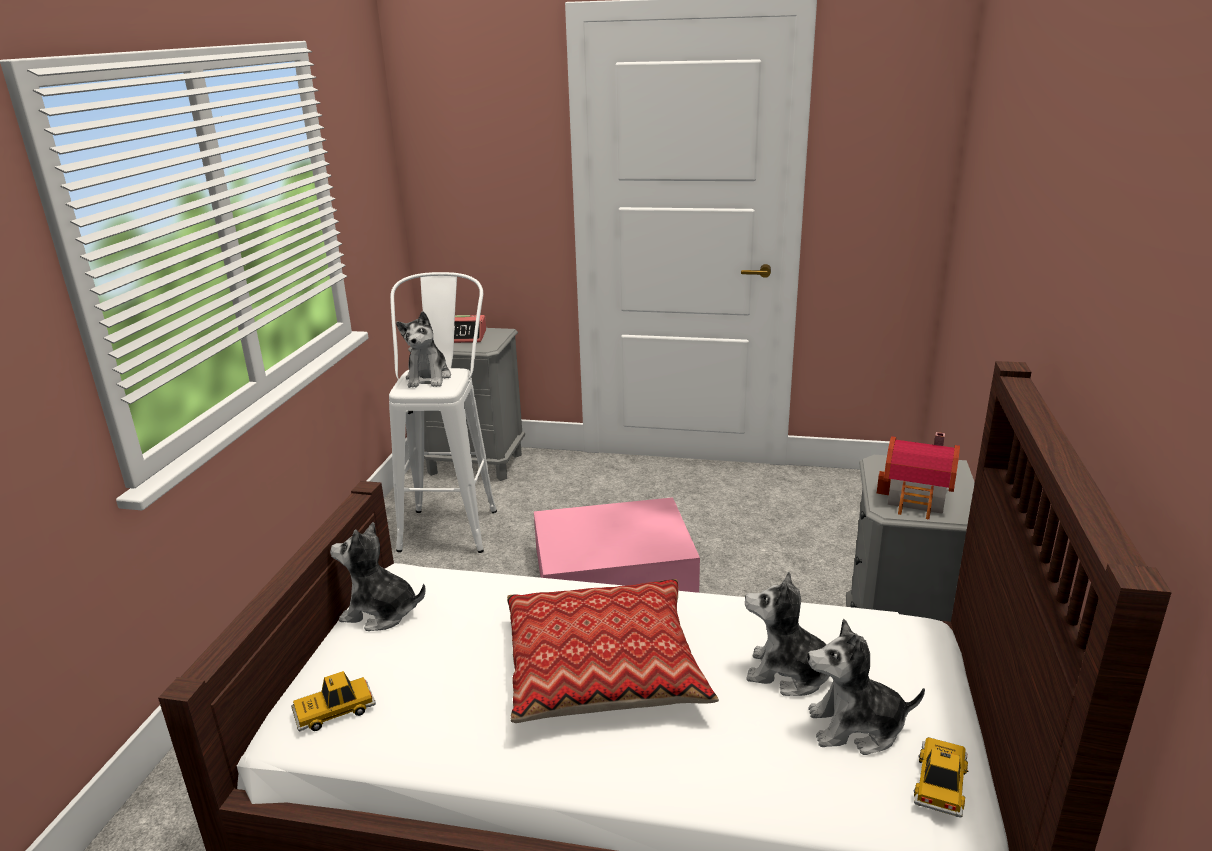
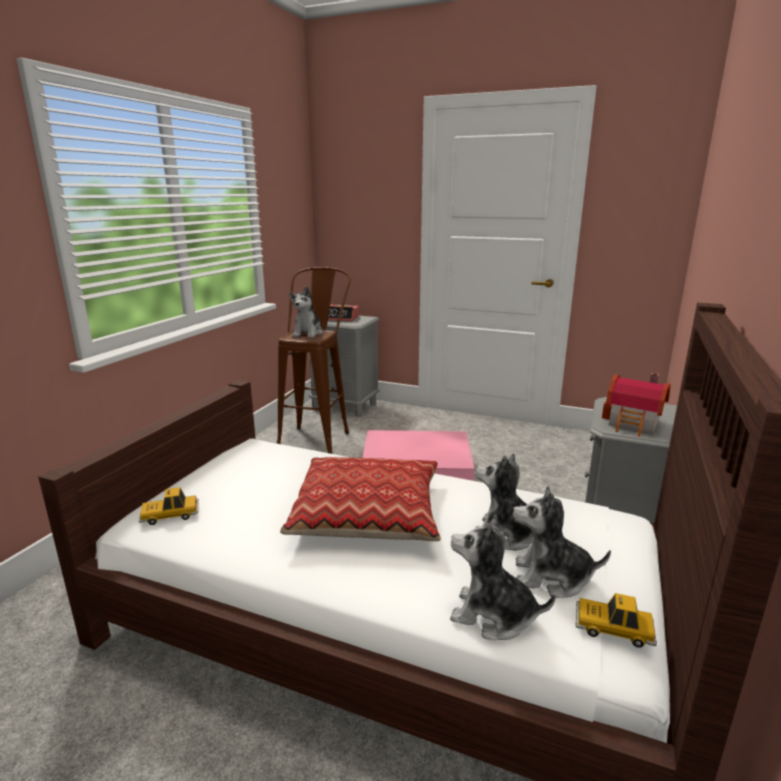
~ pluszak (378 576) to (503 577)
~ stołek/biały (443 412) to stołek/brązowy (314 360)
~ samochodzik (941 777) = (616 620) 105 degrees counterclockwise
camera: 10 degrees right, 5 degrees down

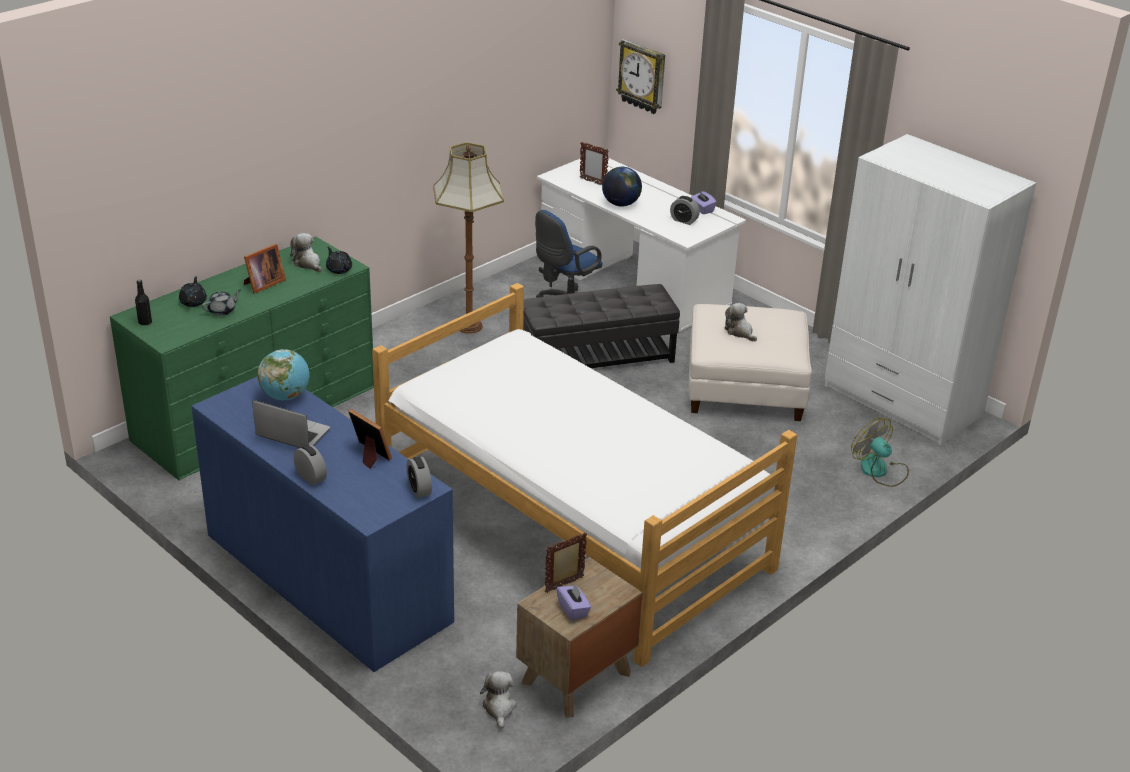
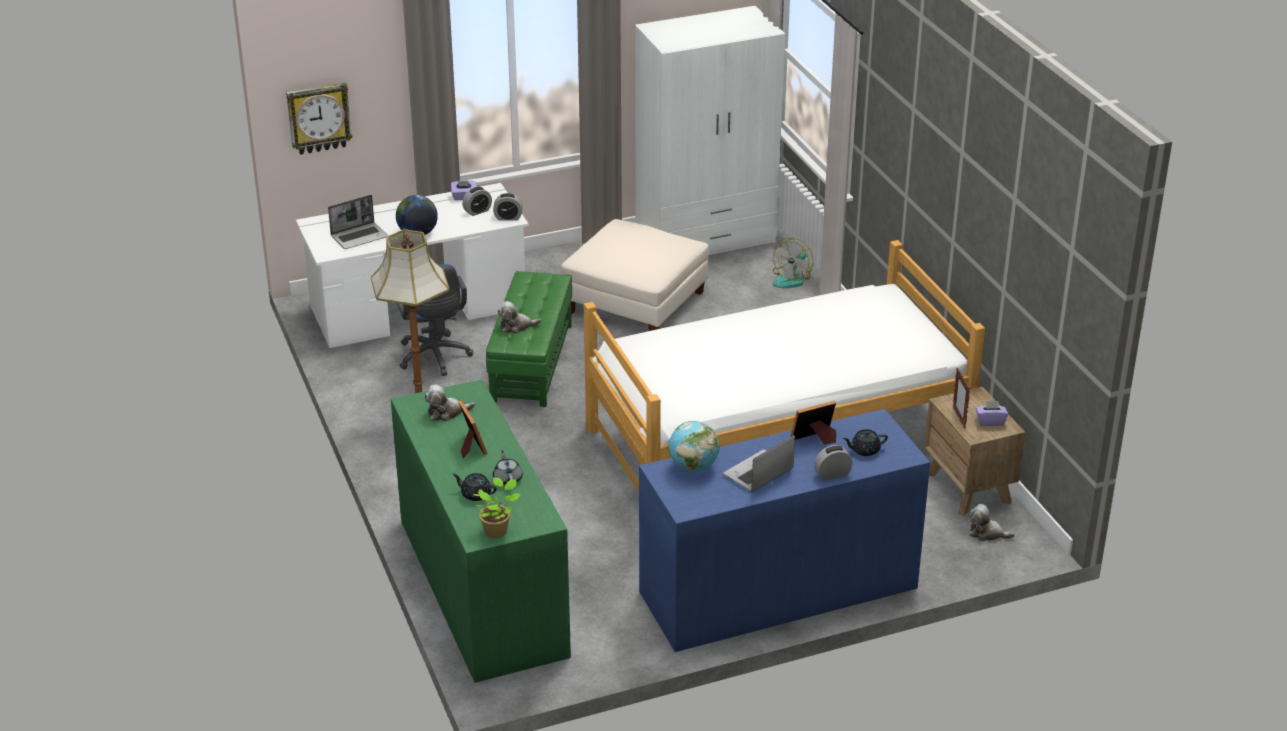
~ imbryk/czarny (339 260) to (865 442)
~ budzik (419 477) to (508 207)
~ pluszak (740 322) to (519 317)
~ butelka/czarny (143 302) to roślina doniczkowa (497 508)
~ ramka na zdjęcie (594 163) to laptop (358 222)
~ pufa/czarny (601 326) to pufa/zielony (529 339)
~ wentylator (880 452) = (793 263) 45 degrees counterclockwise
camera: 65 degrees left, 0 degrees up

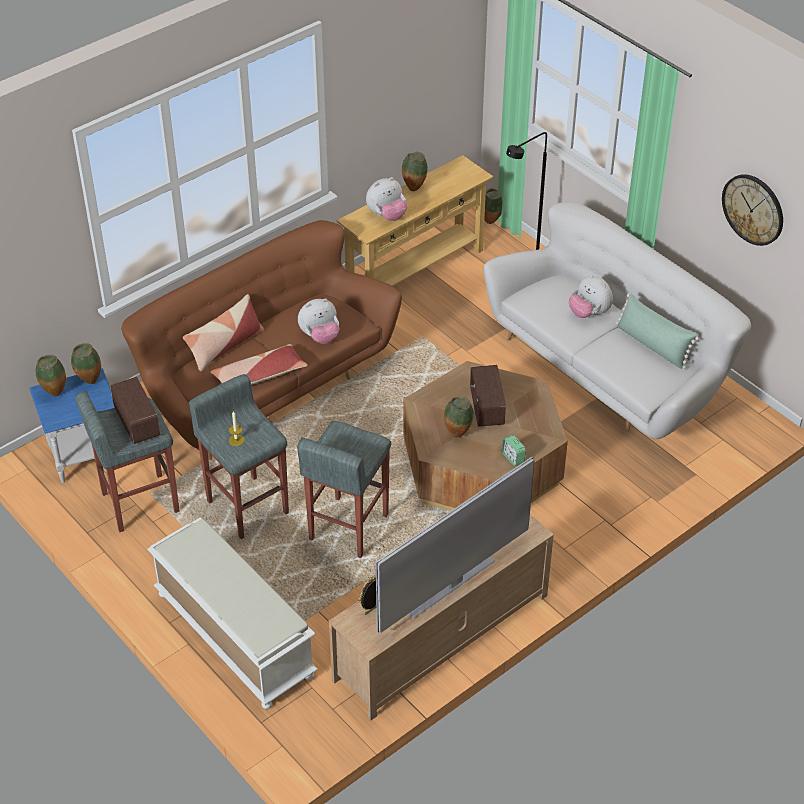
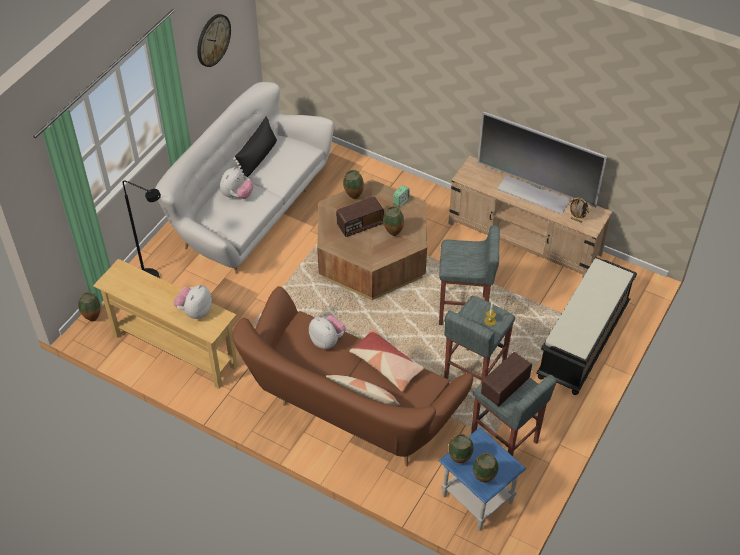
~ wazon (415 171) to (353 184)
~ ławka/biały (232 613) to ławka/czarny (586 326)
~ poduszka/zielony (657 331) to poduszka/czarny (255 146)
~ pluszak (386 199) = (193 302) 105 degrees counterclockwise
camera: 110 degrees left, 5 degrees up

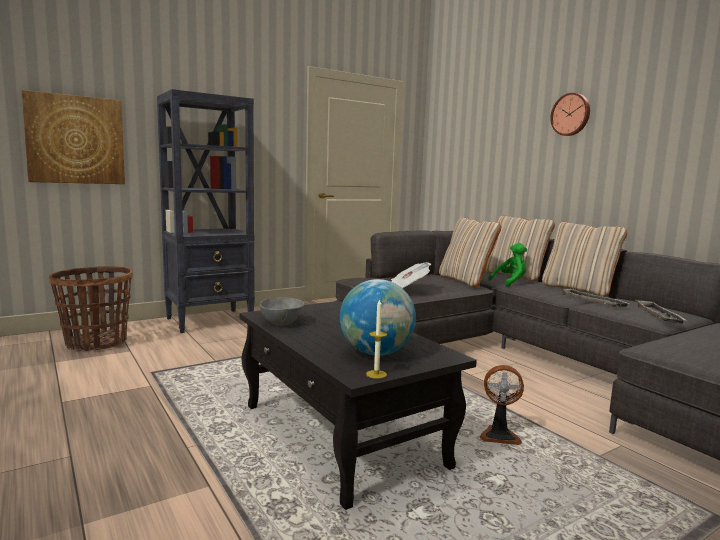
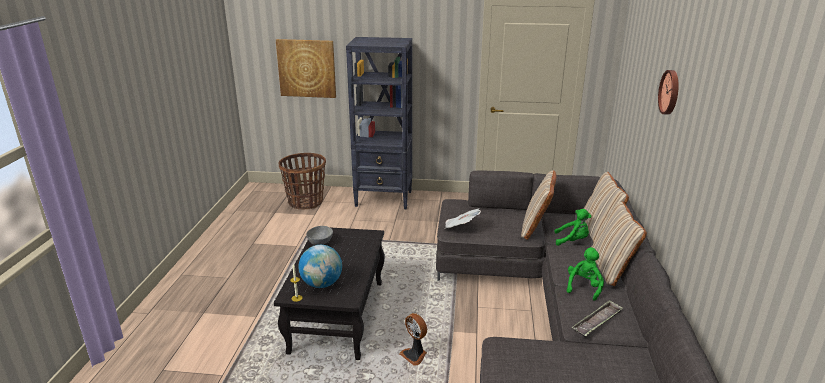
~ taca (595 298) to pluszak/zielony (585 274)
camera: 40 degrees right, 15 degrees up

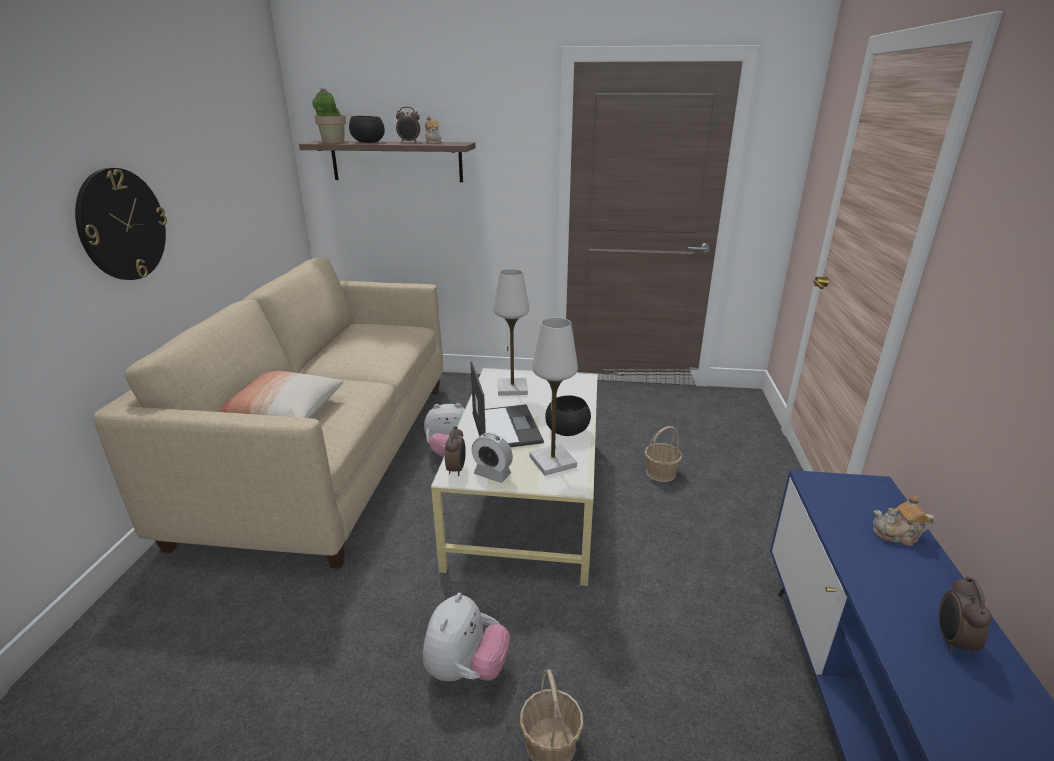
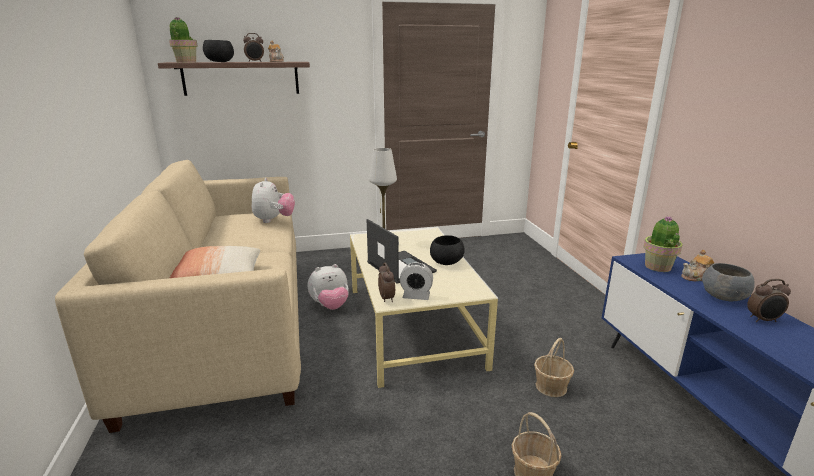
- zegar ścienny (121 224)
- lampa stołowa/biały (553 397)
+ roślina doniczkowa (663 244)
+ miska/szary (728 282)
~ pluszak (466 637) to (273 200)
~ koszyk (663 454) to (554 367)
~ budzik (965 615) = (769 300) 90 degrees counterclockwise
camera: 20 degrees left, 5 degrees down

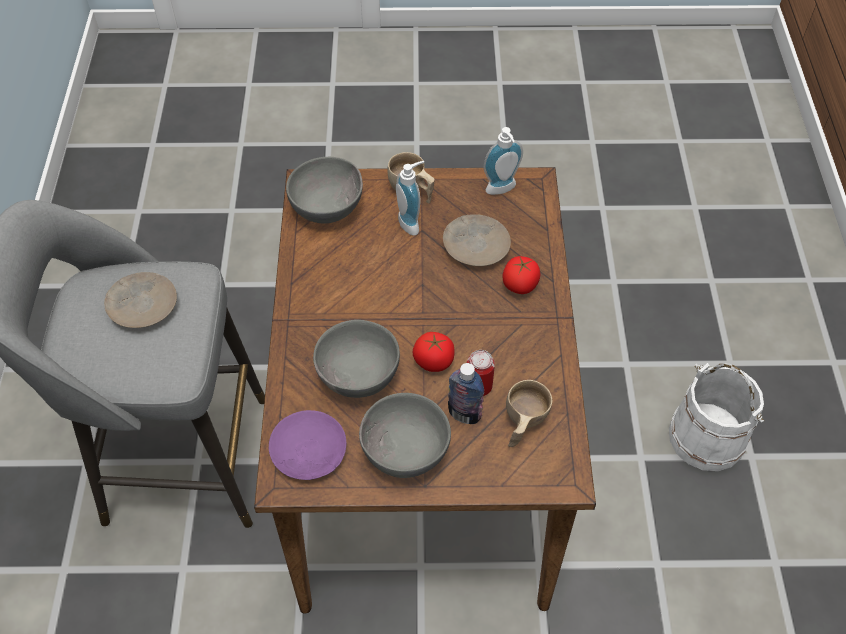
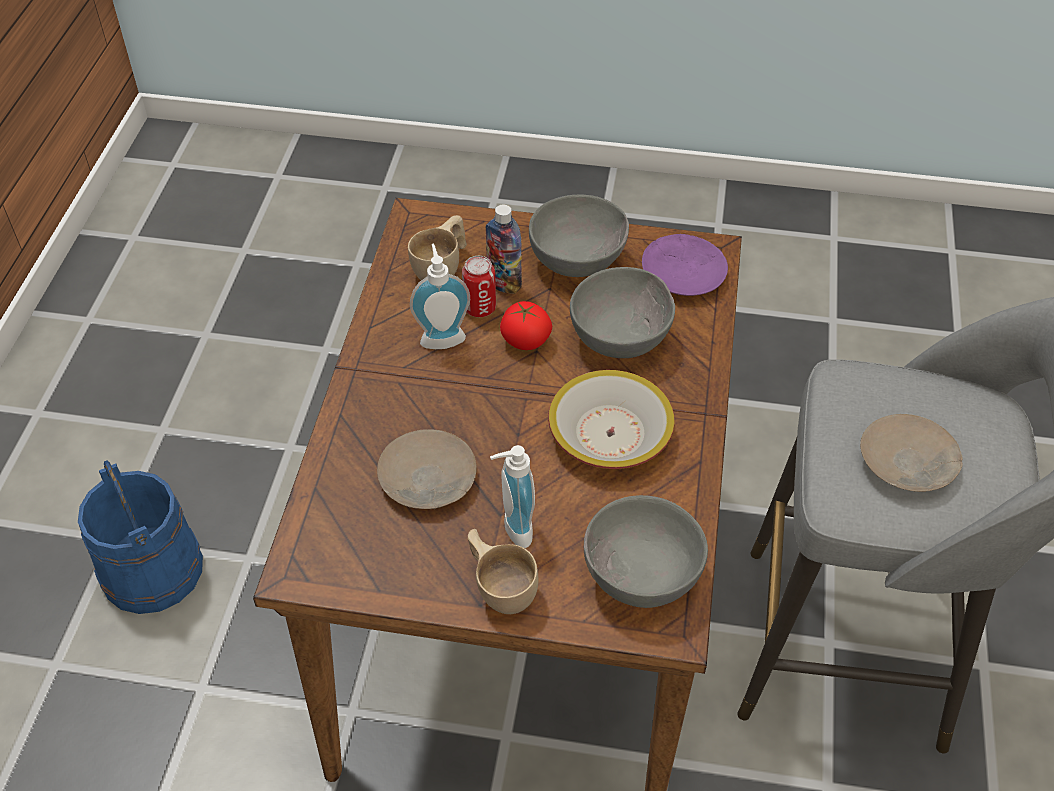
- pomidor (521 275)
+ miska (611 419)
~ dozownik mydła (503 161) to (440 296)
~ wiadro/biały (716 417) to wiadro/niebieski (140 537)
camera: 170 degrees left, 5 degrees down

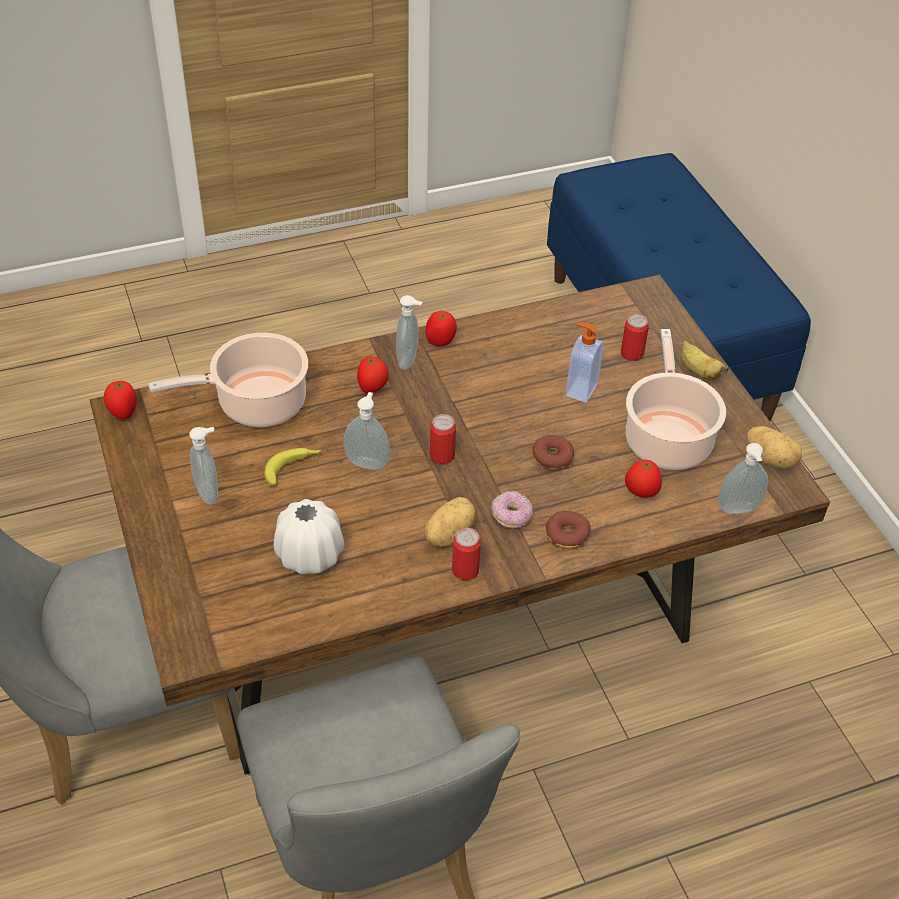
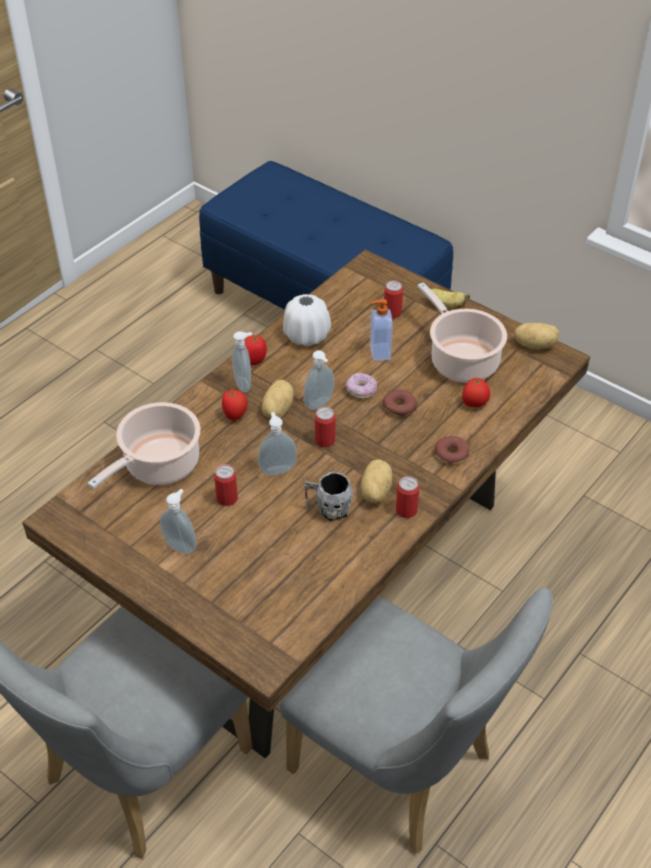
- pomidor (120 400)
+ ziemniak (278 399)
+ kubek/szary (328 496)
~ wazon/biały (308 536) to (307 320)
~ donut (512 509) to (361 385)
~ dozownik mydła (743 478) to (319 380)
~ banan (292 467) to puszka (226 485)
camera: 30 degrees left, 0 degrees up

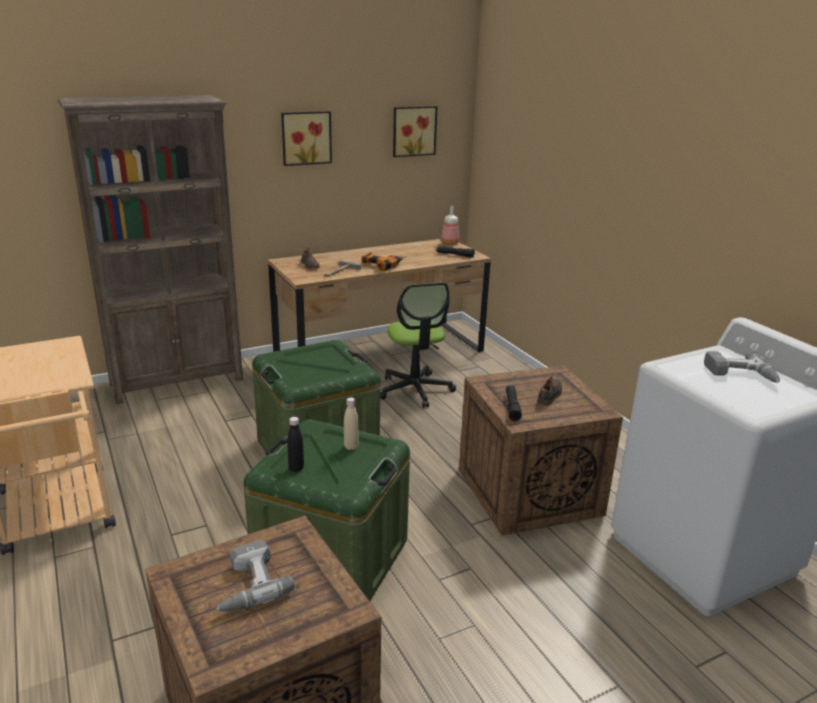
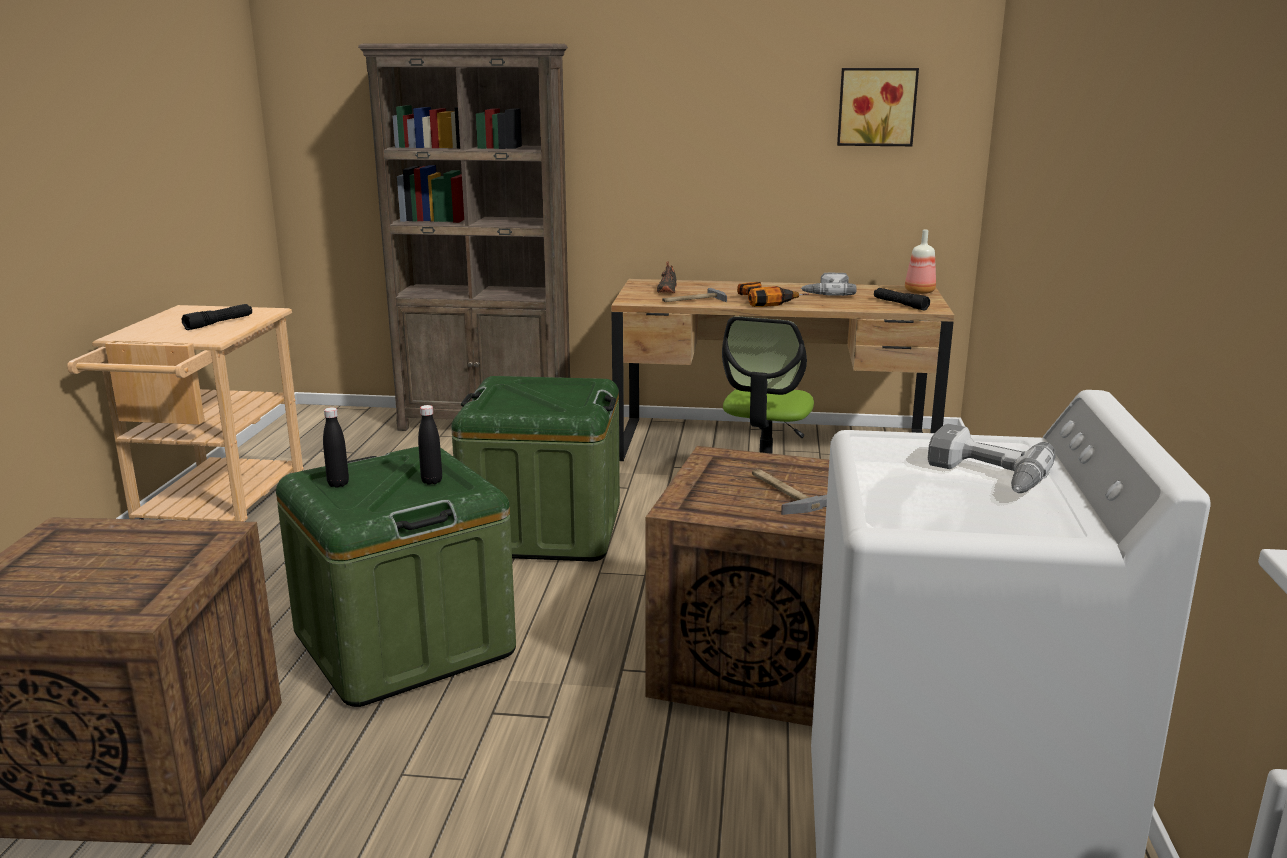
- obraz (306 138)
~ wiertarka (255 576) to (829 284)
~ latarka/czarny (514 403) to (217 317)
~ but/czarny (549 390) to młotek (789 492)
~ butelka/beżowy (351 424) to butelka/czarny (430 445)
camera: 35 degrees right, 5 degrees down

